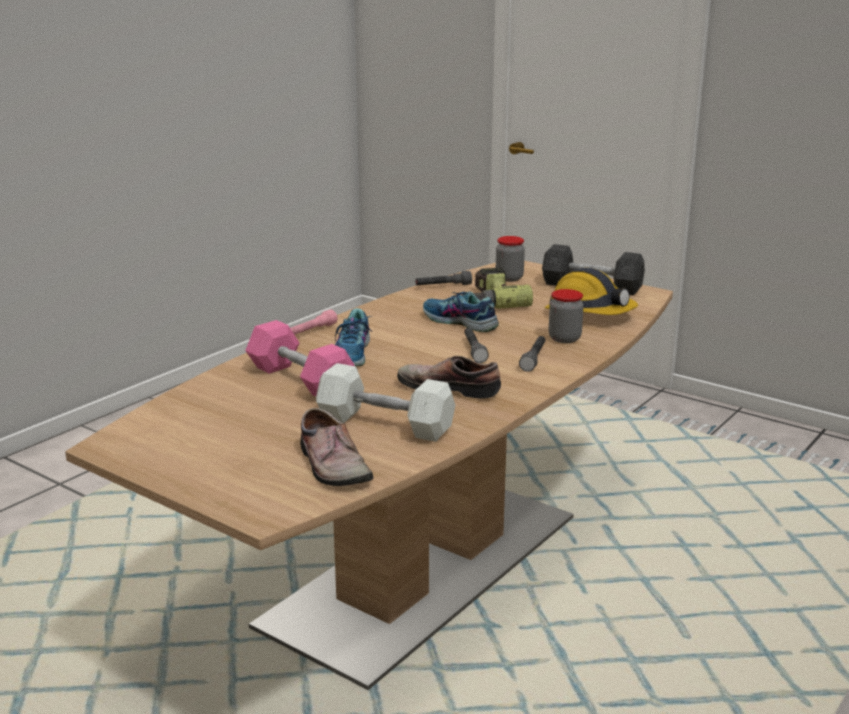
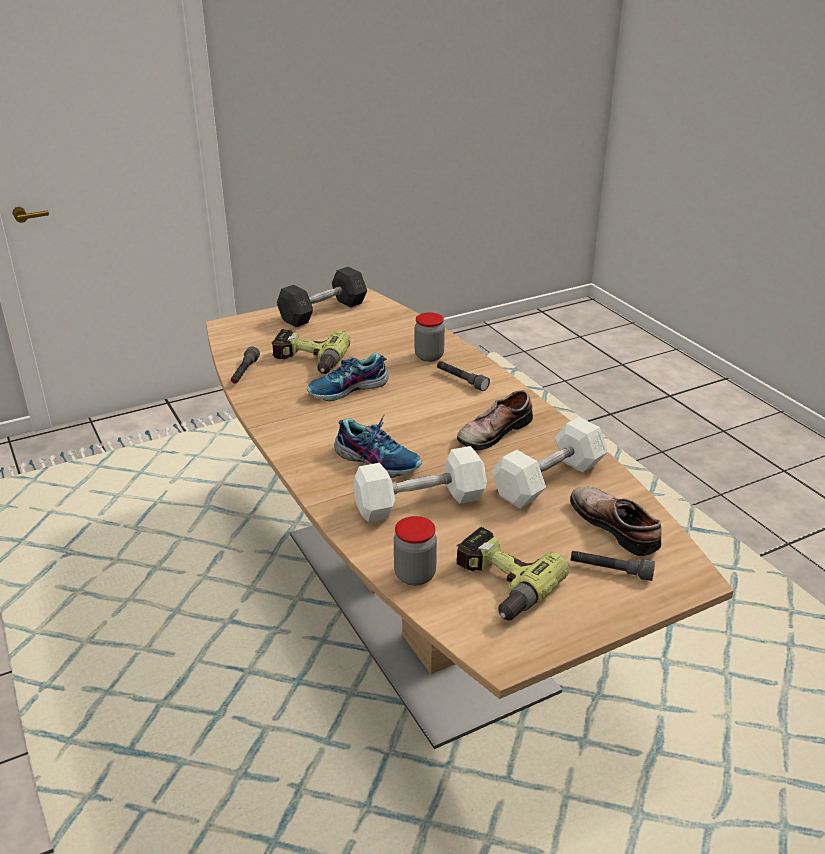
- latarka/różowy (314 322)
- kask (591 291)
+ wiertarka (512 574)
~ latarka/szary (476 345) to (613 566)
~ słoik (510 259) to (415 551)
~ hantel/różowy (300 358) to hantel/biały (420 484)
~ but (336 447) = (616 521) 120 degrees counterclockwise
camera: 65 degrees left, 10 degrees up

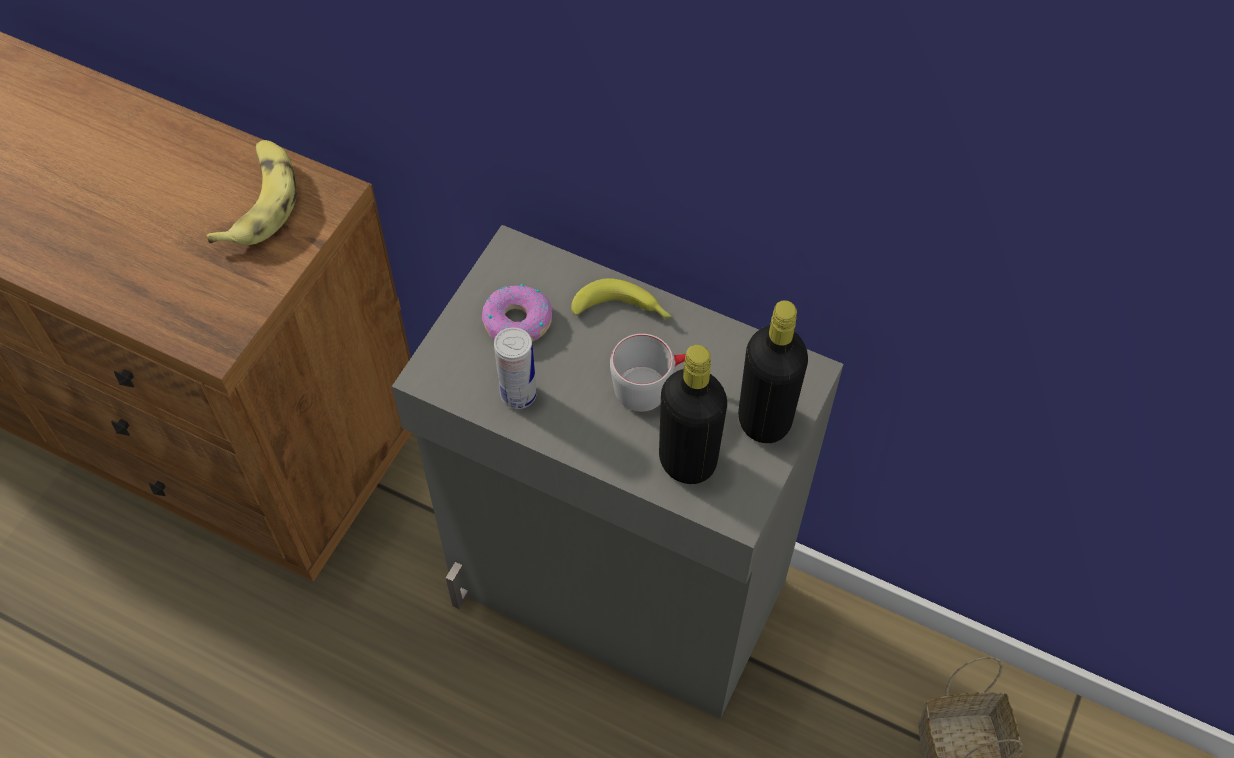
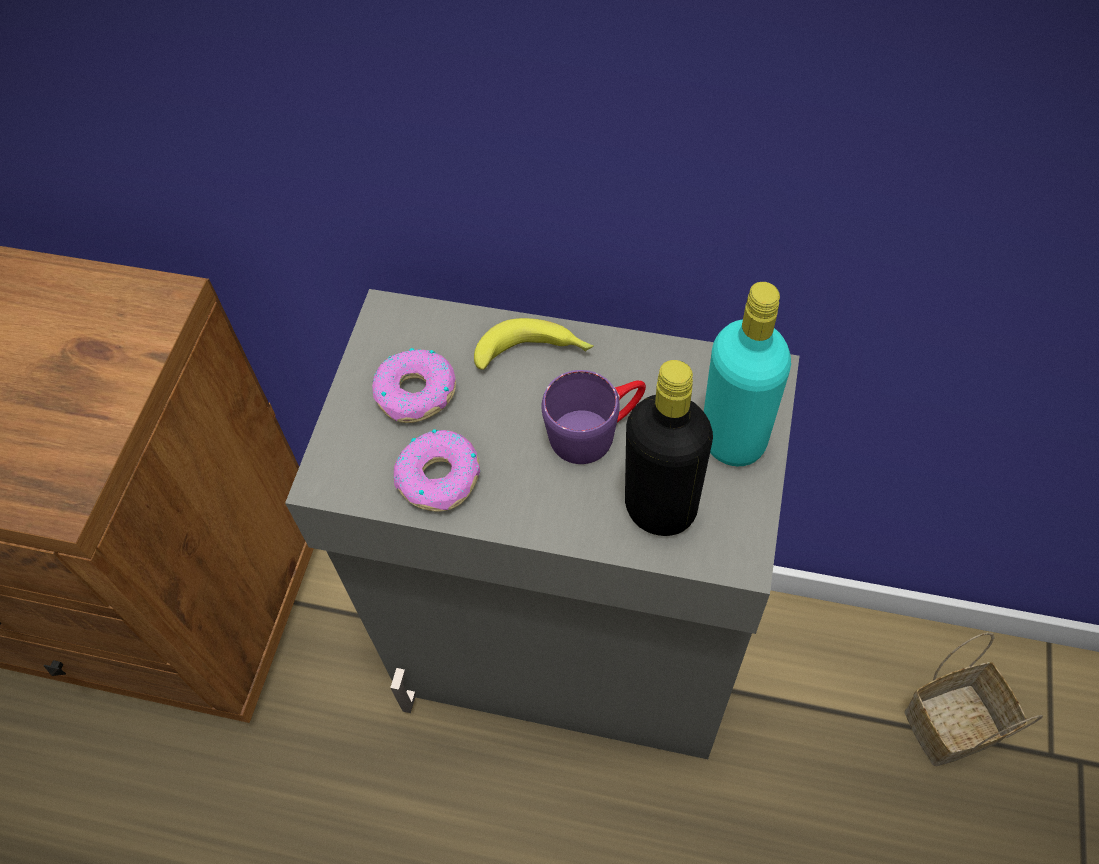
- banan (251 192)
~ puszka (515 368) to donut (437 471)
~ kubek/szary (648 373) to kubek/fioletowy (593 417)
~ butelka/czarny (773 372) to butelka/turkusowy (747 374)
camera: 10 degrees left, 0 degrees up

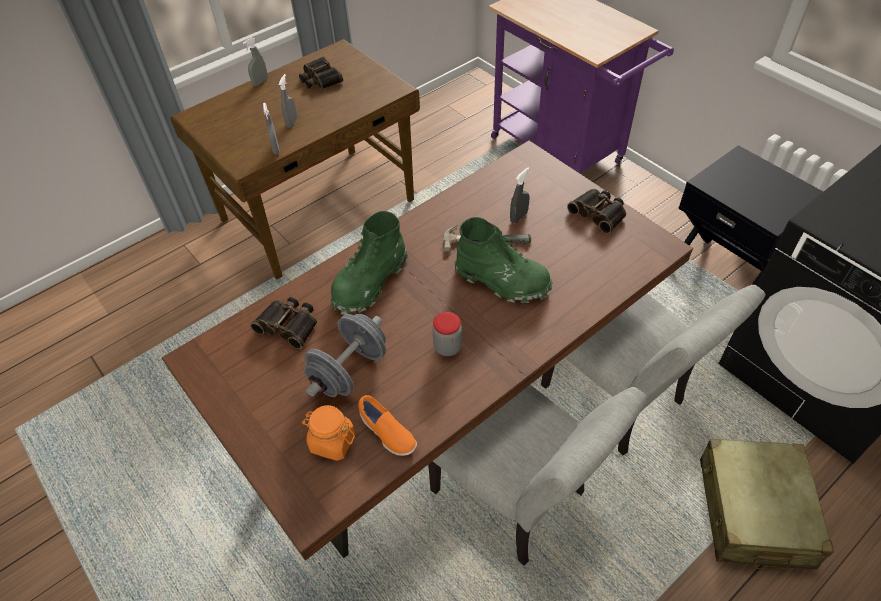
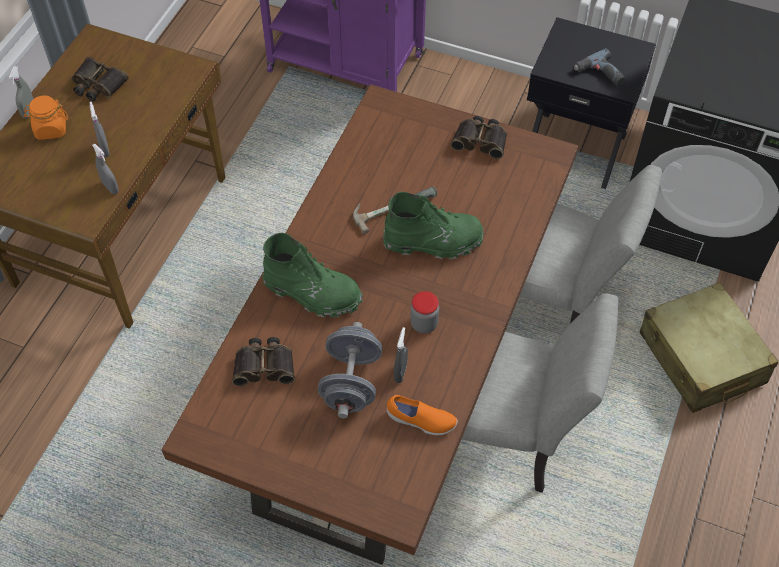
+ wiertarka (599 66)
~ słoik/pomarańczowy (328 433) to (46 118)
~ spryskiwacz/szary (520 195) to (401 355)
~ but z cholewką/zielony (369 263) = (312 275) 75 degrees counterclockwise
camera: 30 degrees left, 5 degrees up

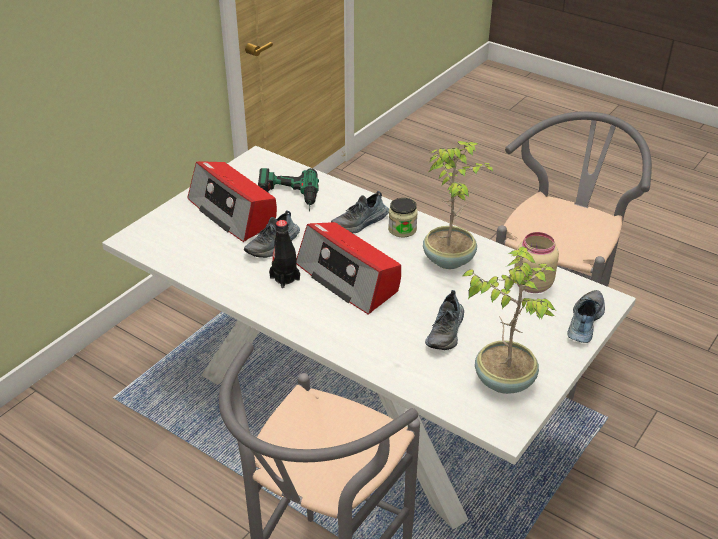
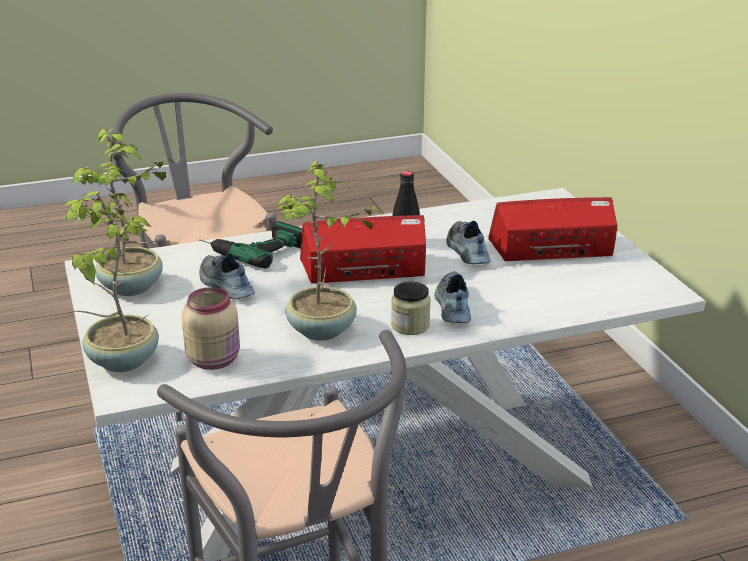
~ wiertarka (288 190) to (250 245)
~ but (586 316) to roślina doniczkowa (110 281)
camera: 125 degrees right, 10 degrees down

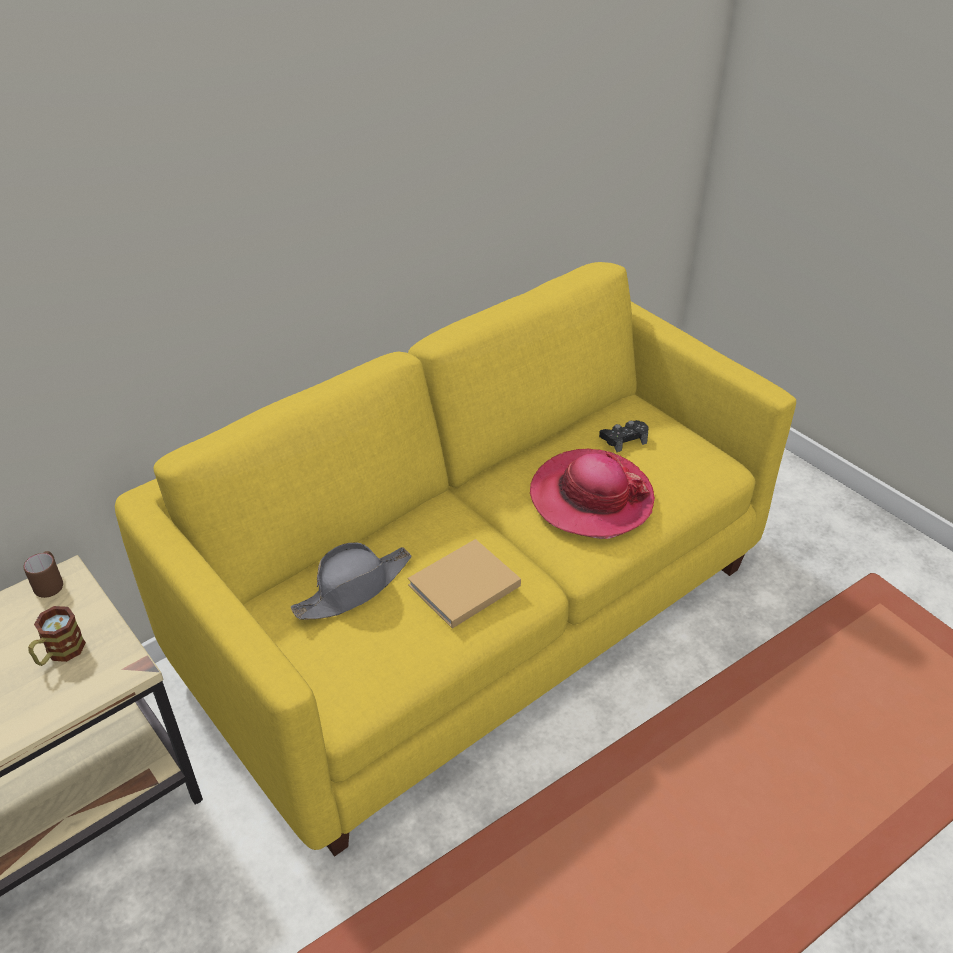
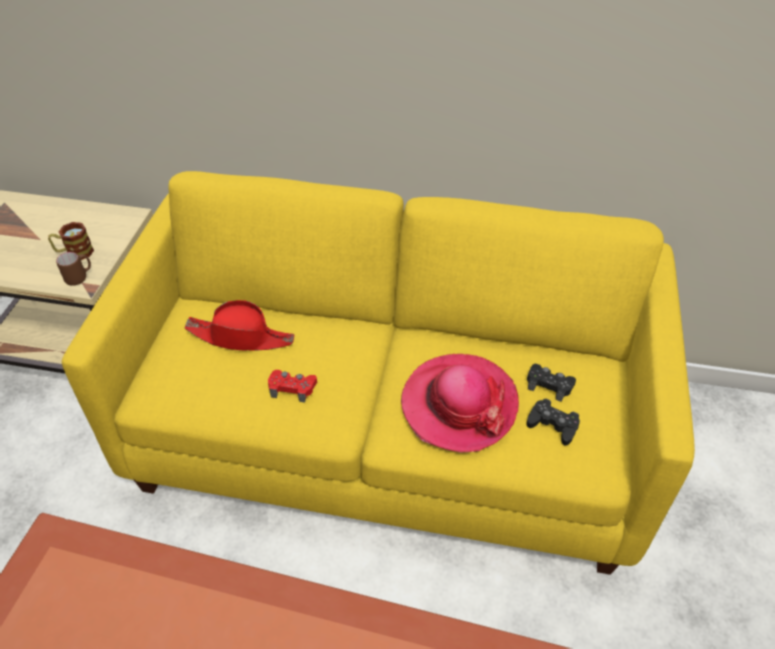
+ pad do gier/czarny (553 422)
~ kubek/brązowy (43 574) to (73 269)
~ książka/beżowy (464 584) to pad do gier/czerwony (292 386)
~ kapelusz/szary (351 581) to kapelusz/czerwony (239 325)
camera: 50 degrees right, 5 degrees up

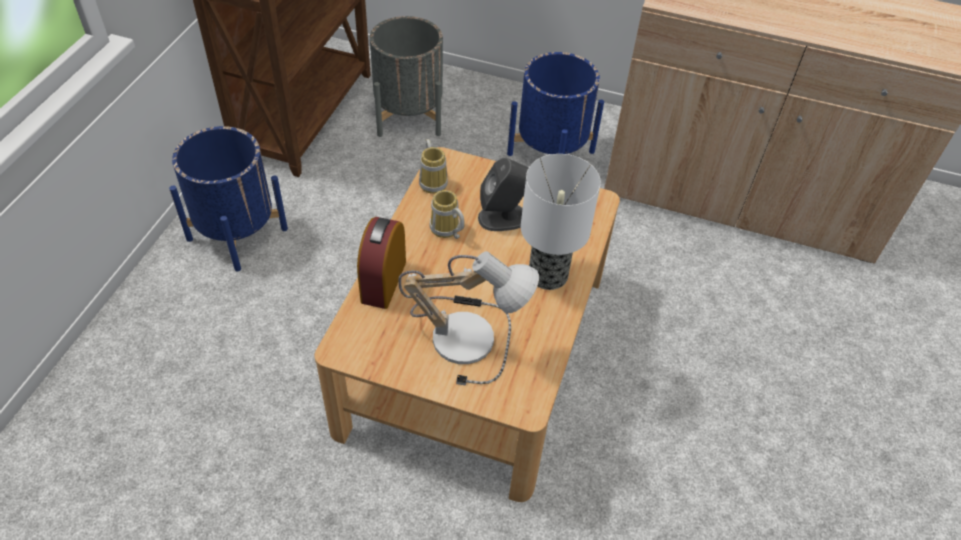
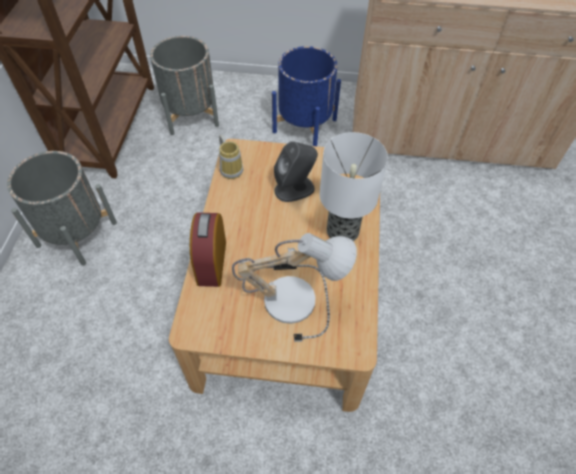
- kubek (447 214)
~ donica/niebieski (228 198) to donica/szary (62 208)
camera: 10 degrees left, 5 degrees up

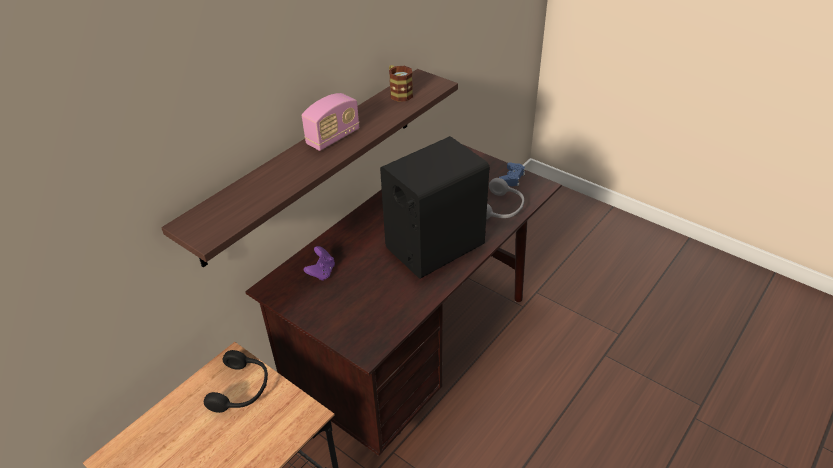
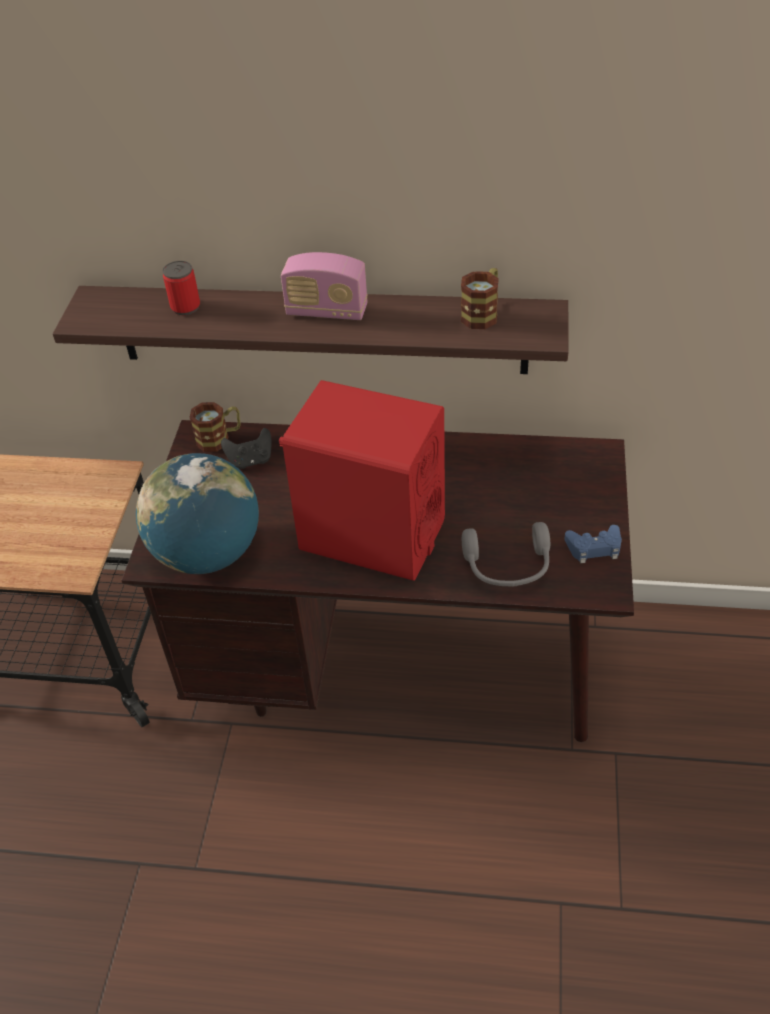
- słuchawki/czarny (236 381)
+ globus (197 513)
+ puszka (181 288)
+ kubek (215 427)
~ pad do gier/fioletowy (319 263) to pad do gier/czarny (246 448)
~ głośnik/czarny (435 207) to głośnik/czerwony (362 480)
camera: 60 degrees right, 5 degrees up

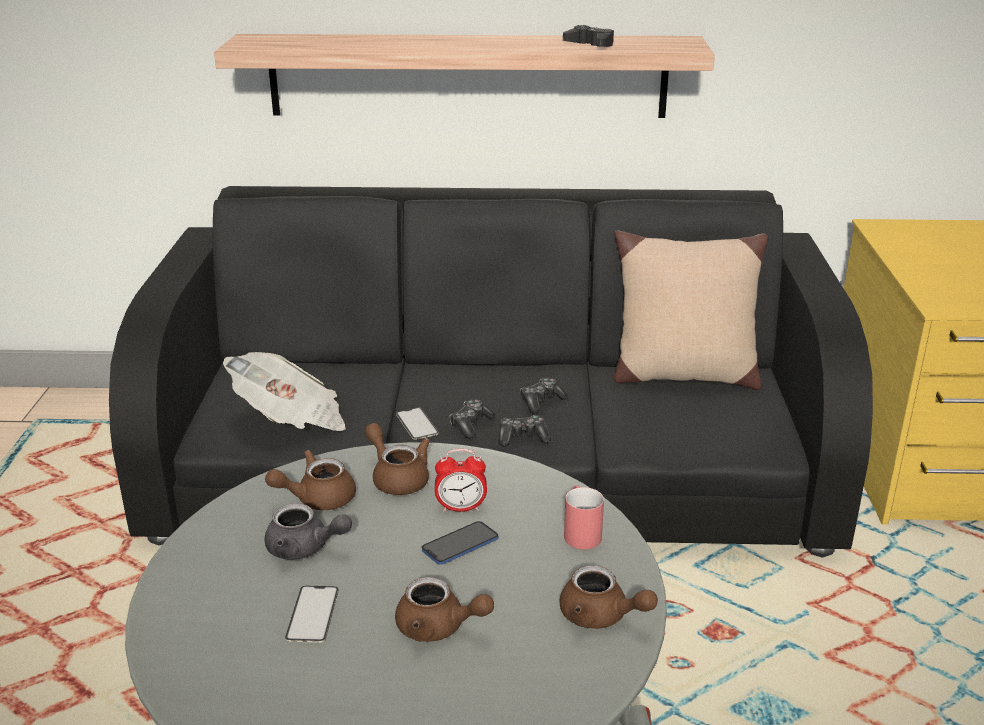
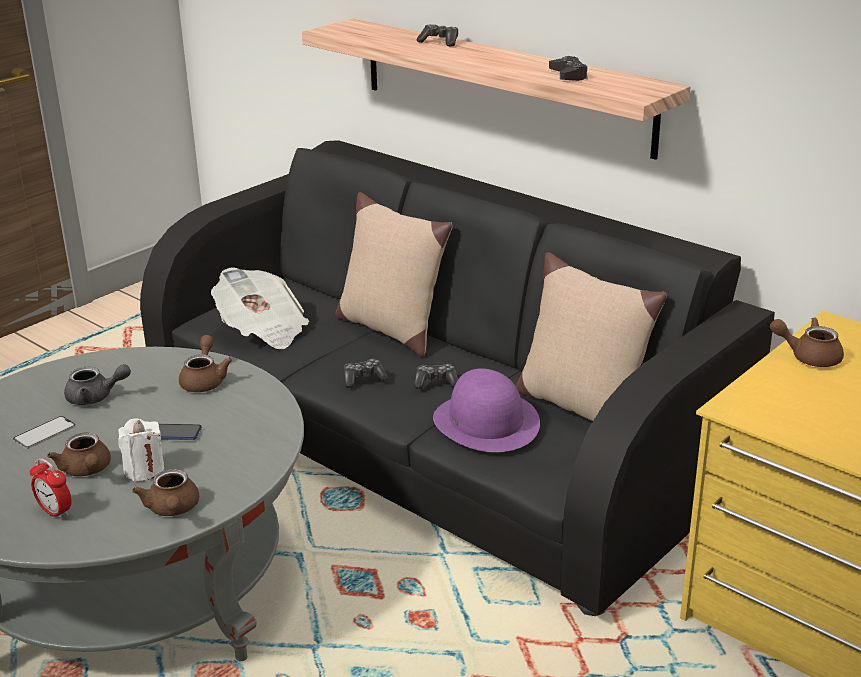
- telefon (417 423)
- kubek/czerwony (584 517)
+ świeca/biały (141 450)
+ poduszka/beżowy (393 274)
+ kapelusz/fioletowy (486 410)
~ imbryk/brązowy (310 480) to (807 342)
~ budzik (461 480) to (51 489)
~ pad do gier (525 431) to (437 35)
~ imbryk/szary (308 531) = (97 384) 60 degrees counterclockwise
camera: 40 degrees right, 0 degrees up

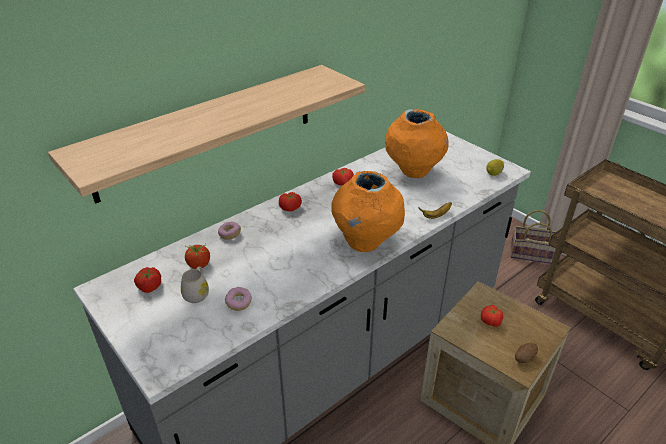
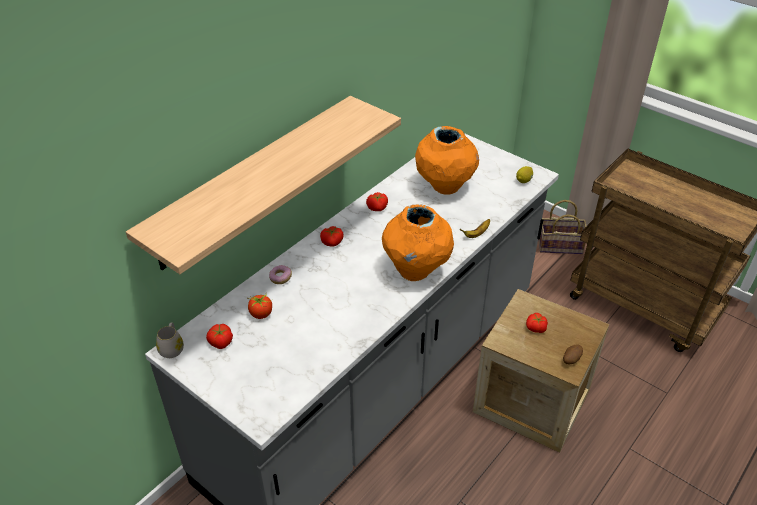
- donut (238 299)
~ kubek/biały (195 285) to (170 340)
camera: 10 degrees left, 5 degrees up

